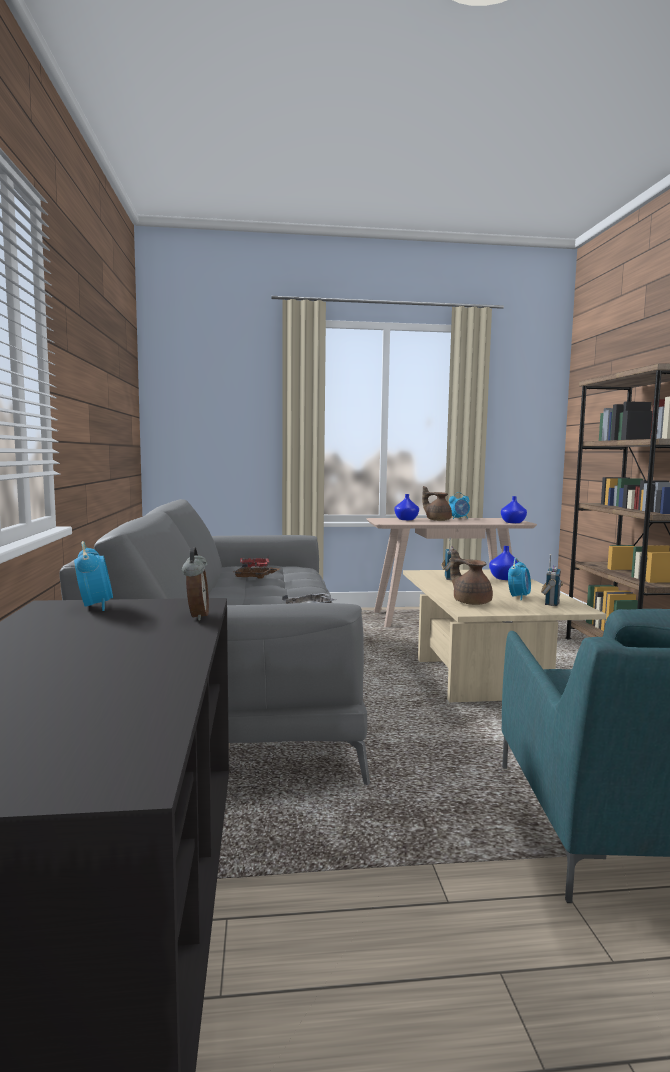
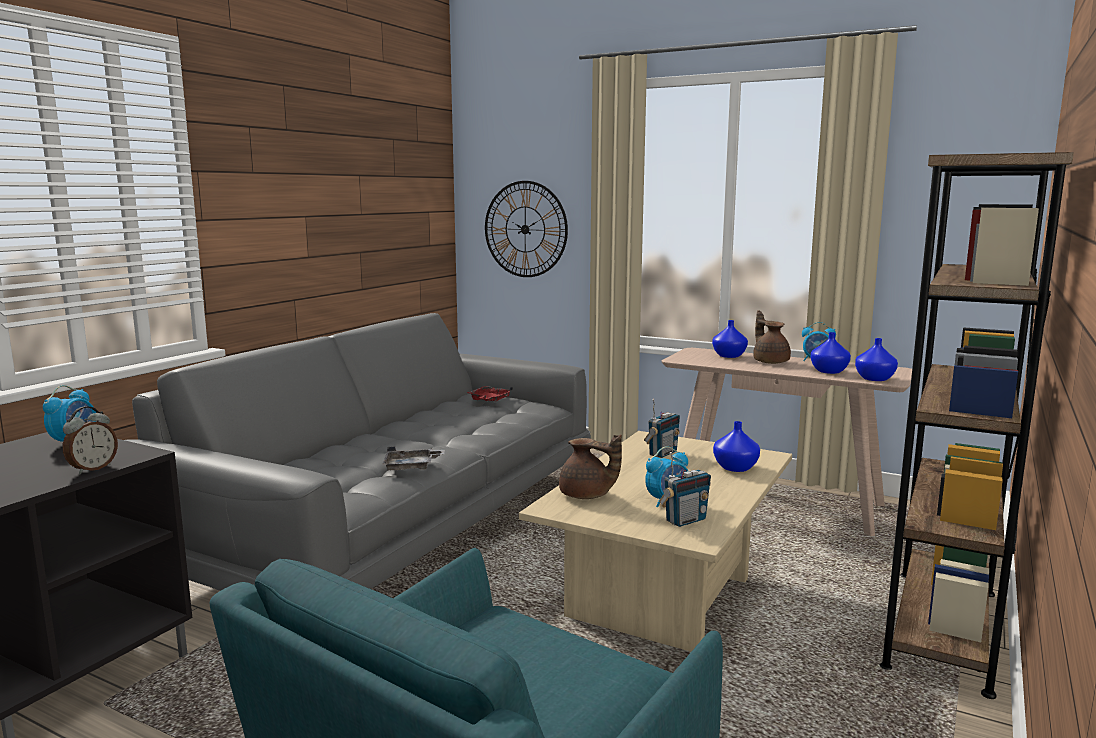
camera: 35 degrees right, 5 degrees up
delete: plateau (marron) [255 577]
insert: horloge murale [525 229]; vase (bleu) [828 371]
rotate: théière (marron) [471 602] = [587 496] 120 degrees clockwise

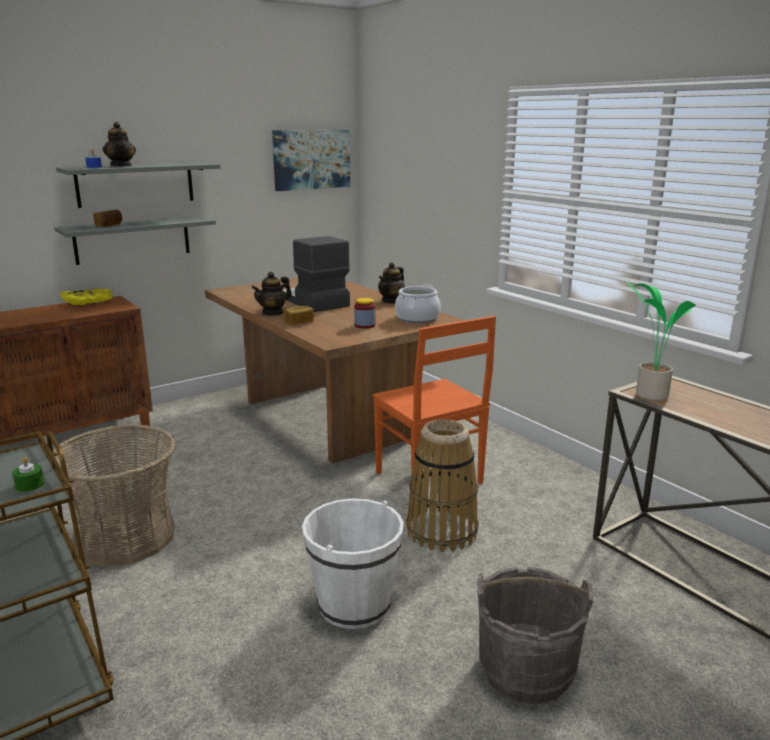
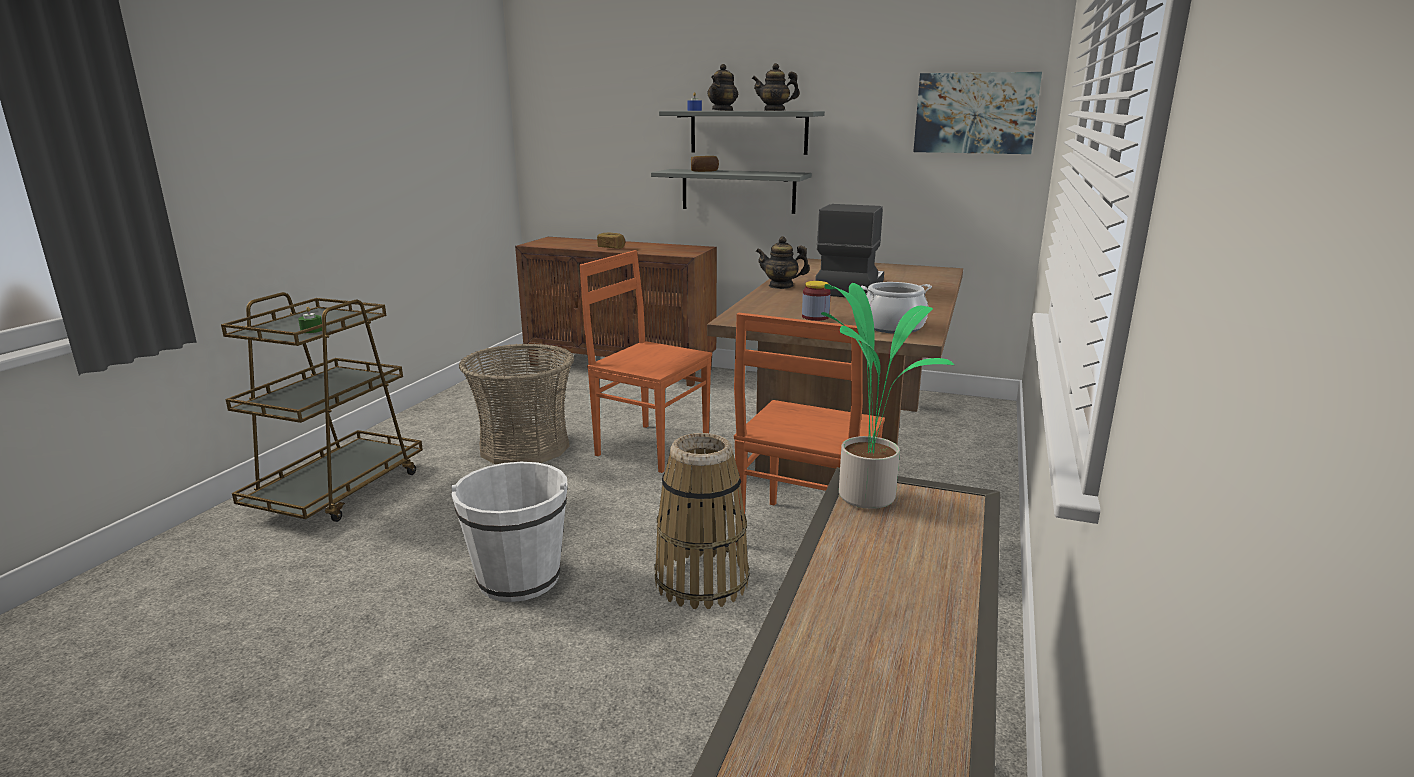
camera: 55 degrees right, 0 degrees up
delete: bol (jaune) [88 304]; seau (gris) [526 670]
insert: chaise (orange) [650 446]
move: pain [298 322] to [611 248]; théière [392 301] to [774 110]

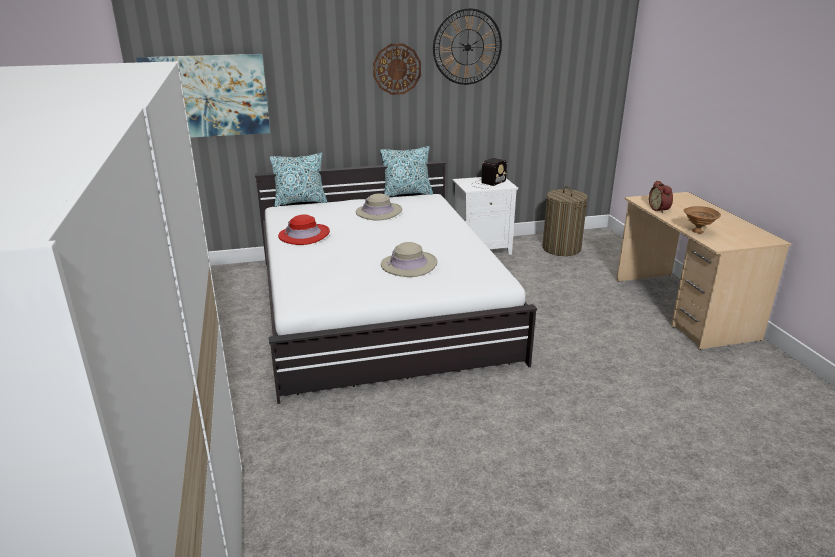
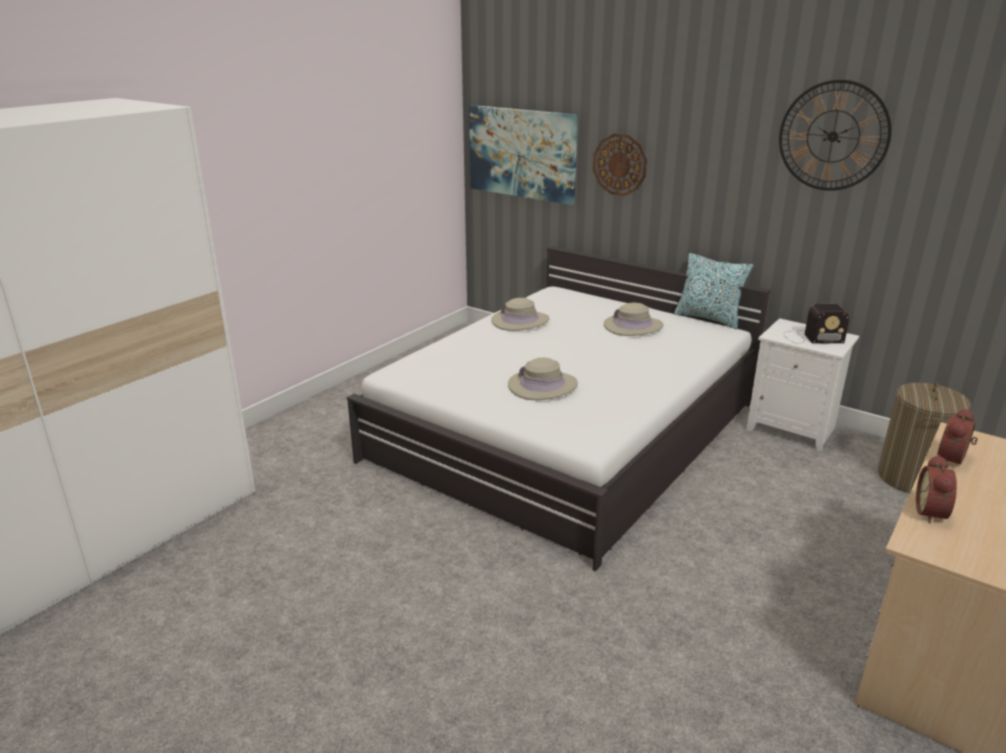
camera: 50 degrees right, 0 degrees up
delete: coussin [300 202]
move: horloge murale [397 69] to [620 164]
replace: bol (marron) [698 232] to réveil [933 513]
recolor: chapeau (rouge) [304 235] to chapeau (beige) [520 321]

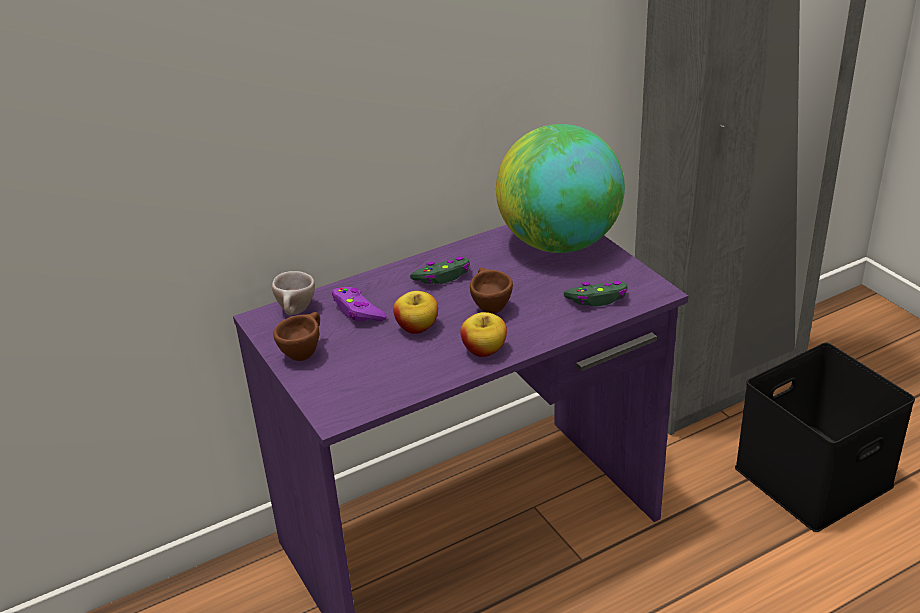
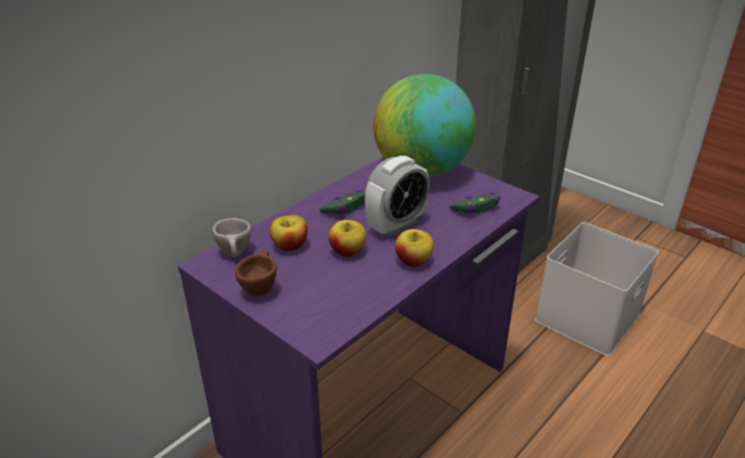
camera: 20 degrees left, 0 degrees up
replace: manette (violet) [358 311] to pomme [290 245]; tasse (marron) [489 306] to réveil [396 225]
recolor: boîte de rangement (noir) [813 474] to boîte de rangement (blanc) [586 315]

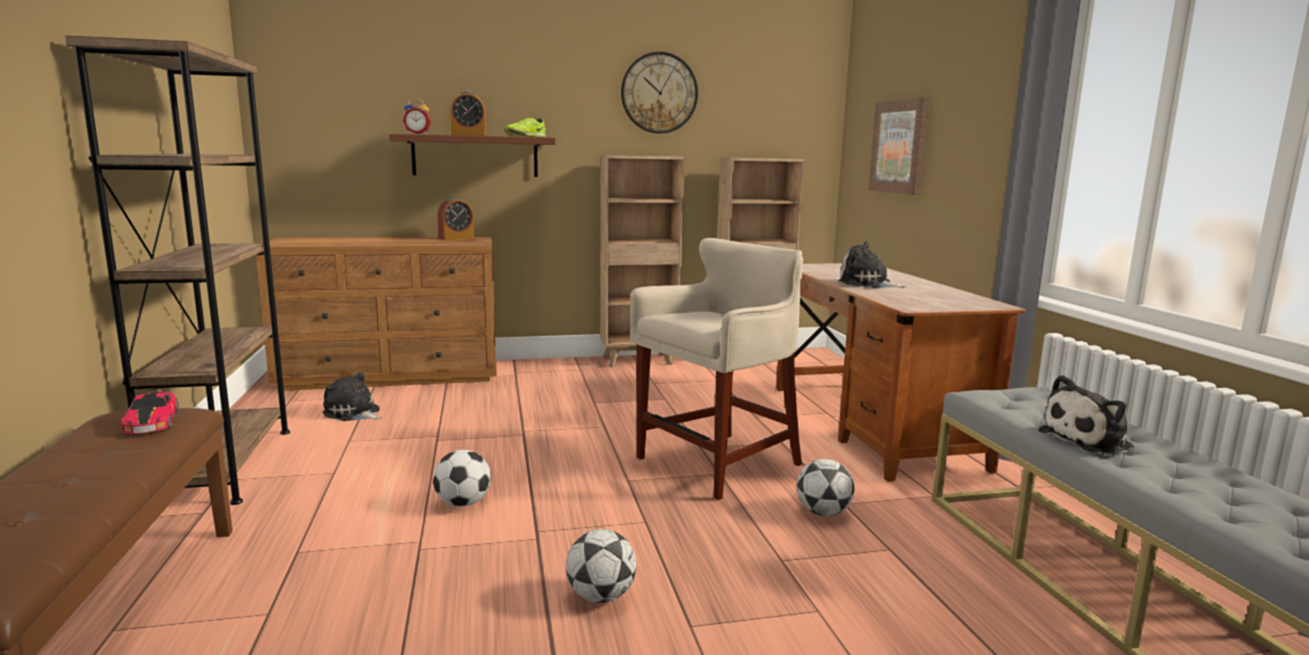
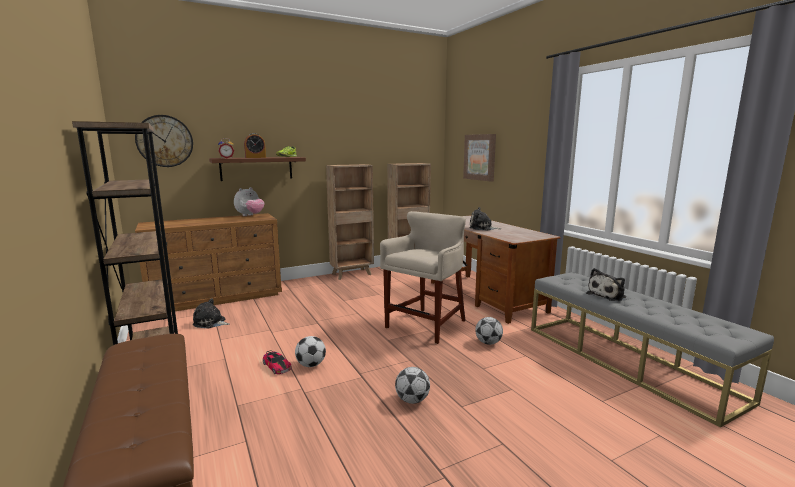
camera: 15 degrees left, 0 degrees up
move: petite voiture [152 421] to [276 366]; horloge murale [659 93] to [164 141]
replace: réveil [456 238] to peluche [250 215]

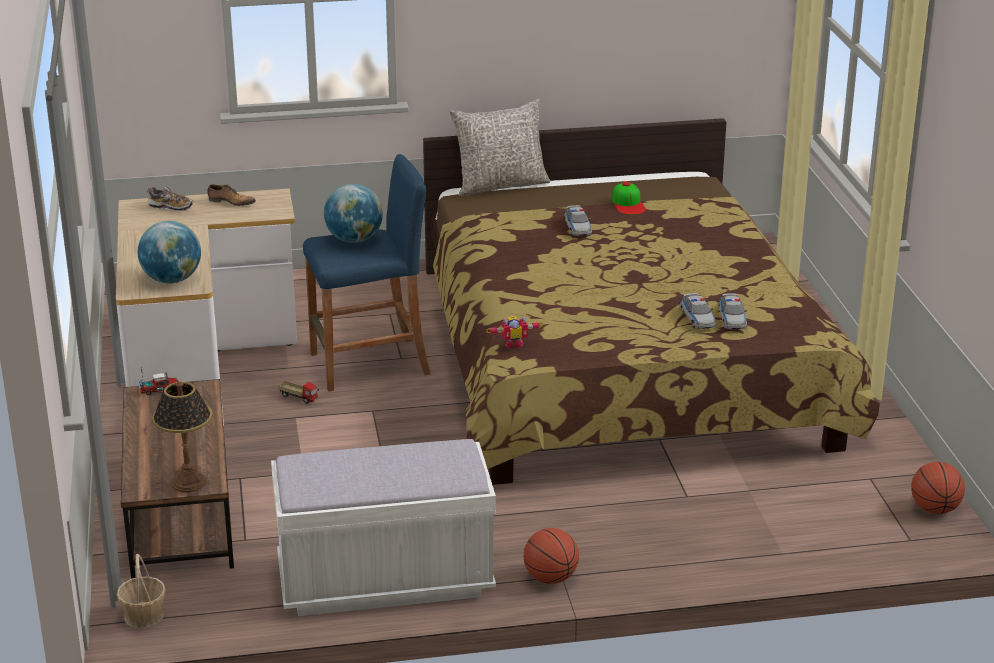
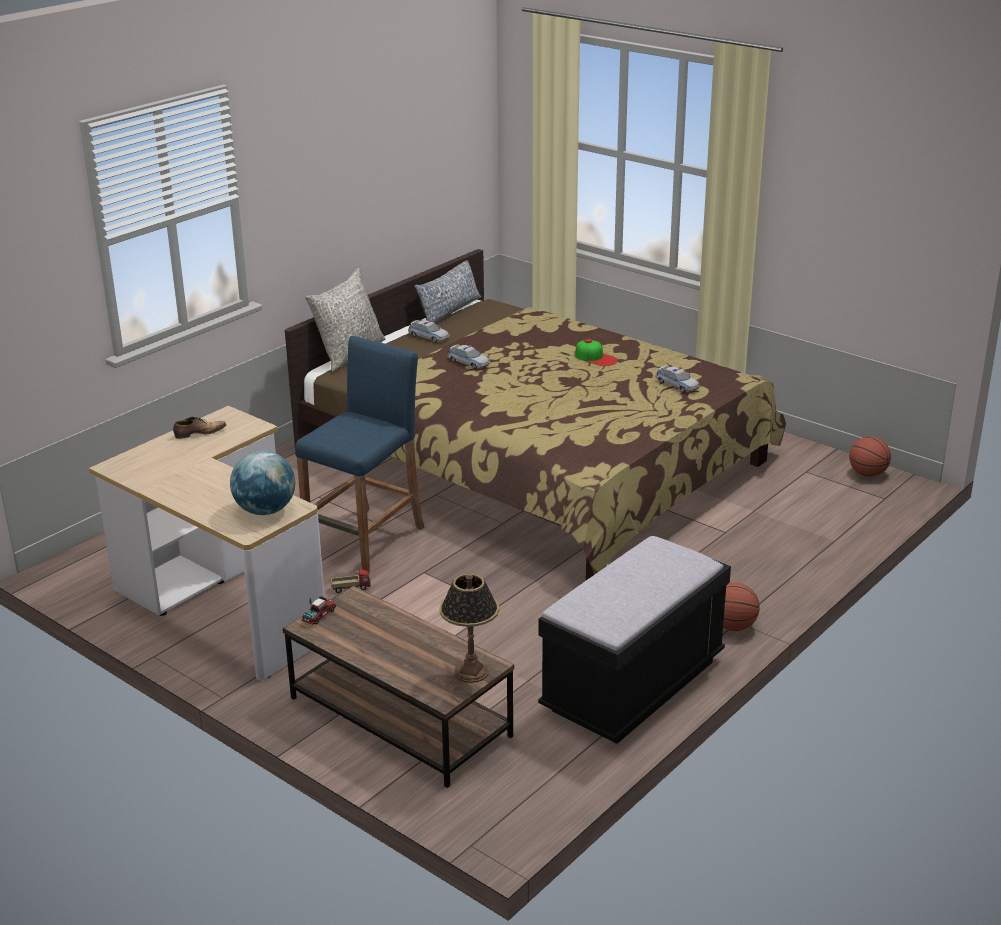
camera: 40 degrees left, 0 degrees up
delete: panier [143 616]; chaussure [171 207]; globe [354 240]; robot jouet [513 344]
insert: coussin [449 311]
move: casquette [628 204] to [596 357]; petite voiture [697 318] to [429 336]
recolor: banc (blanc) [385 580] to banc (noir) [633 686]

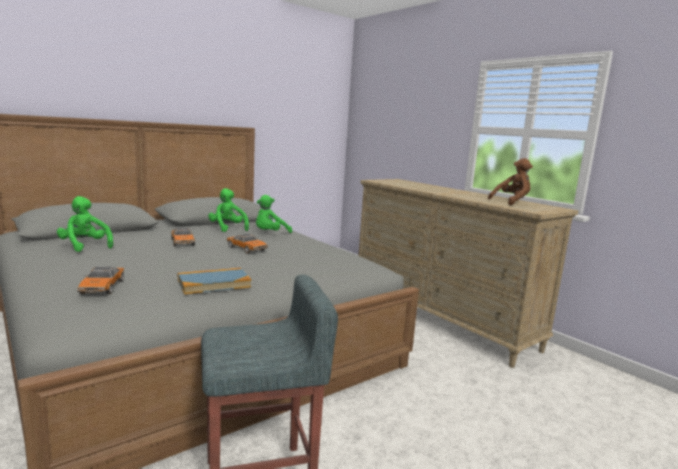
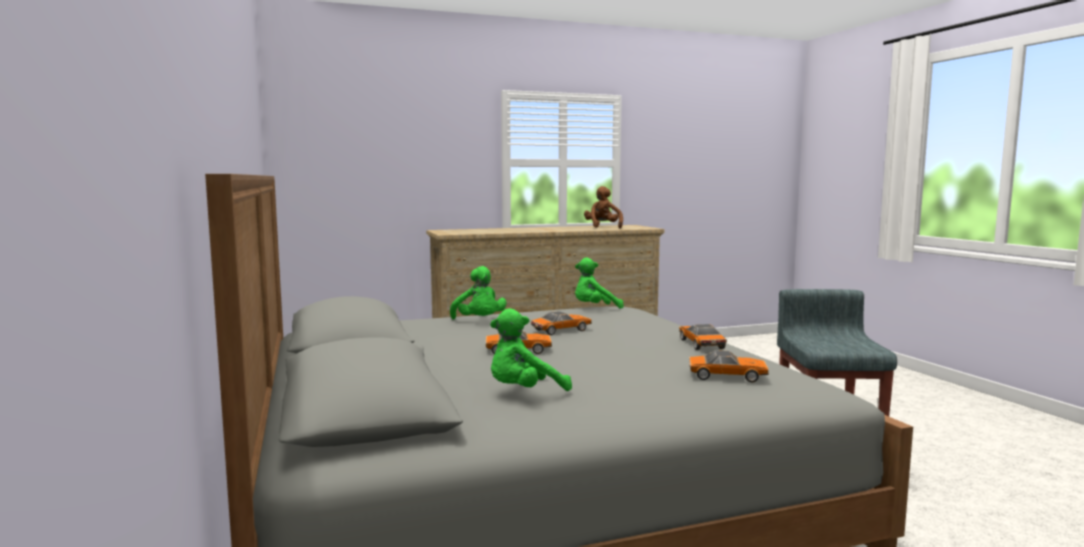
camera: 70 degrees left, 5 degrees down
move: peluche (vert) [227 228] to [594 308]
replace: livre [214 284] to petite voiture [701 344]

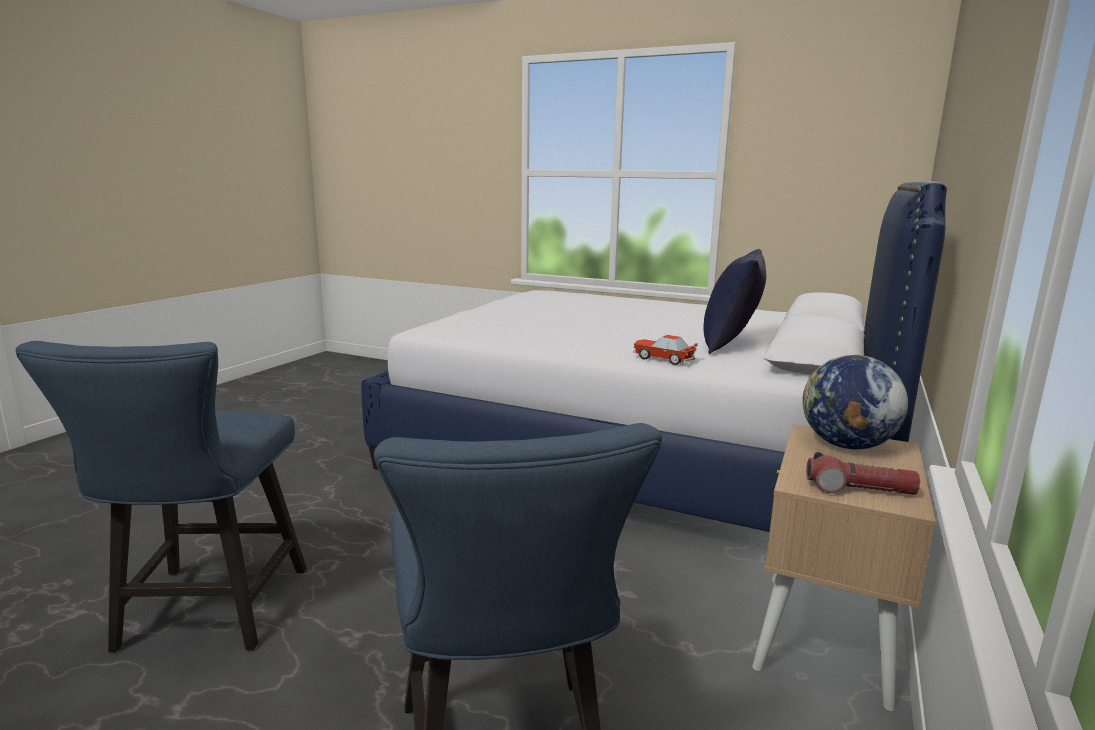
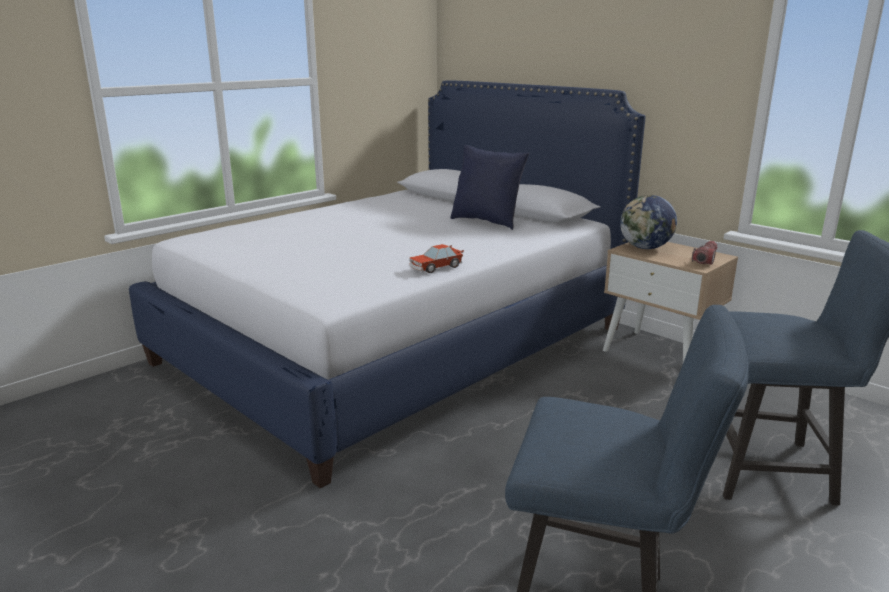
camera: 70 degrees left, 5 degrees up
move: petite voiture [663 359] to [435 267]

